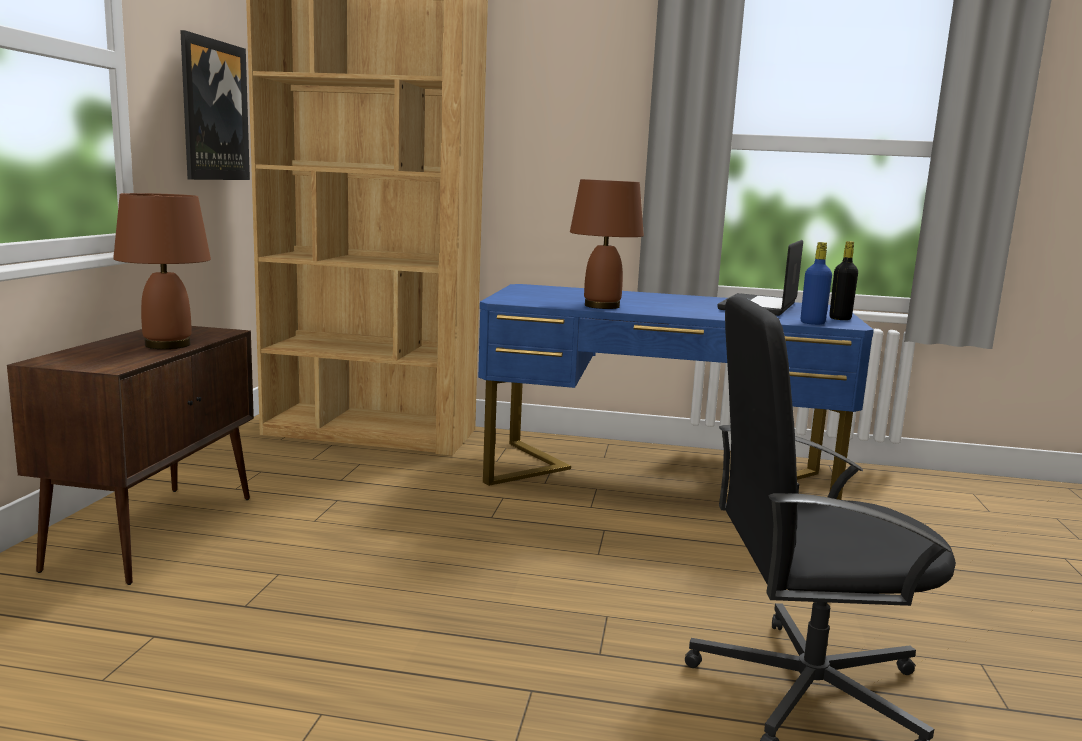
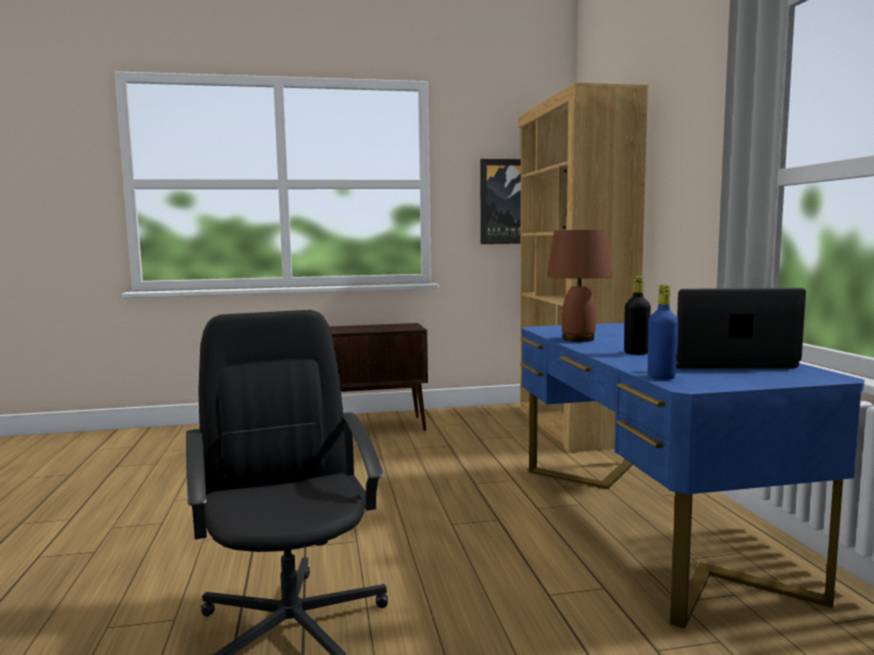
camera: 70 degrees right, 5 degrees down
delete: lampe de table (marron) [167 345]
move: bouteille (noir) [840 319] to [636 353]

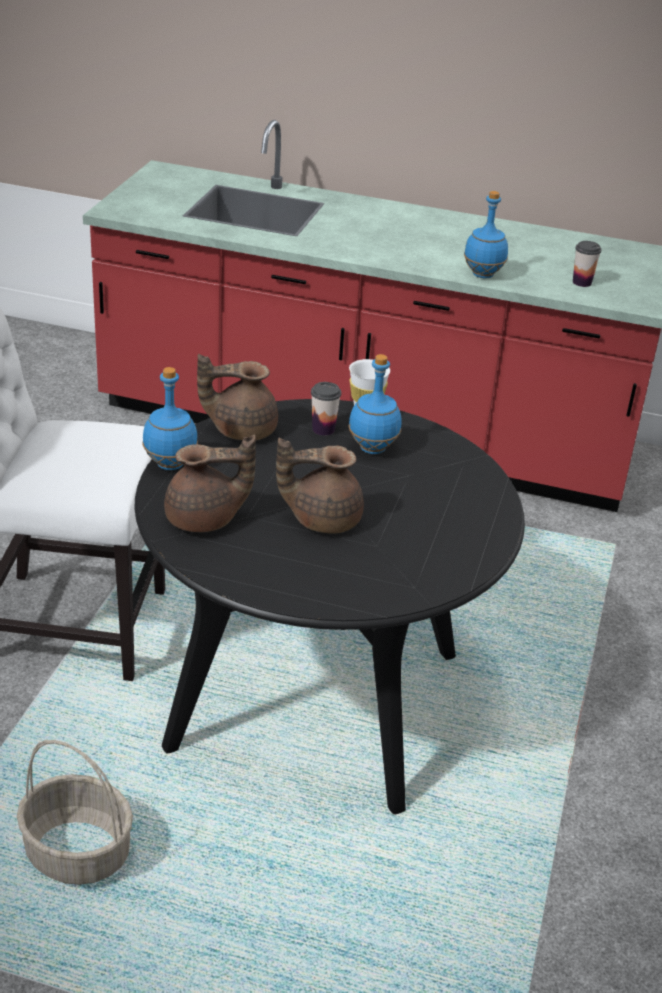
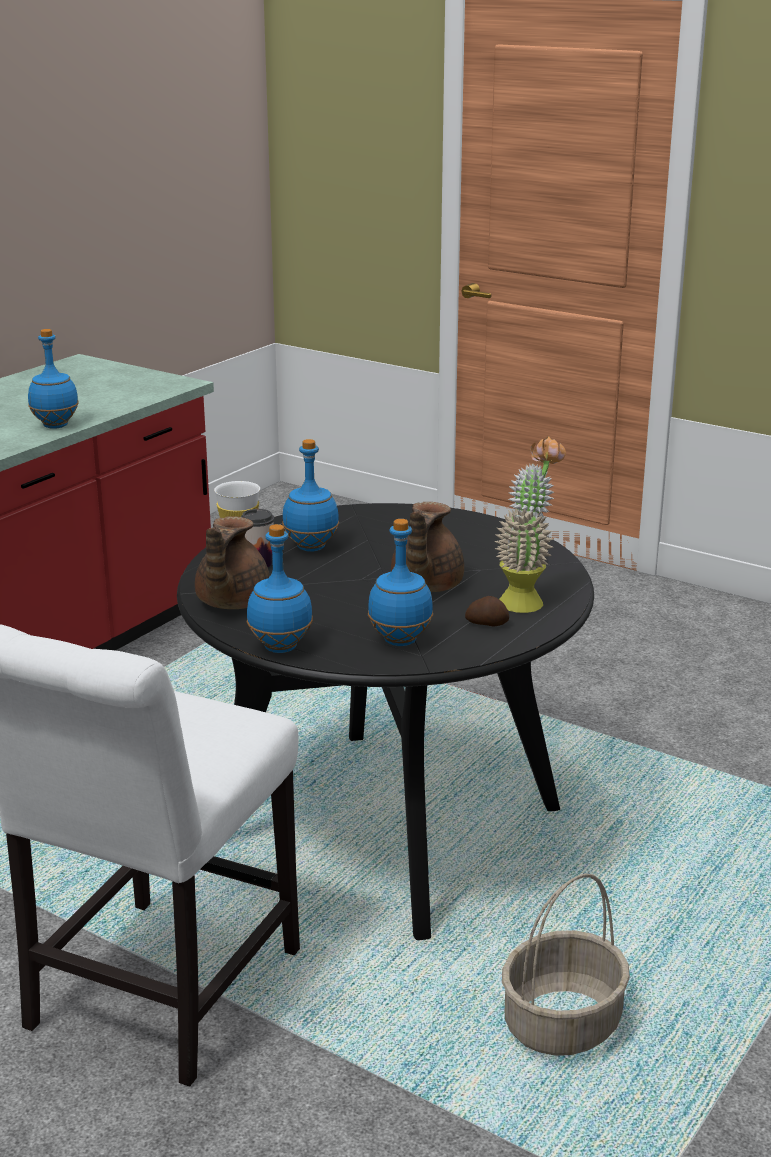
camera: 70 degrees left, 10 degrees down
delete: tasse [582 282]
insert: pomme de terre [487 623]; plante en pot [526 599]
replace: théière (marron) [205 520] to bouteille (bleu) [401 640]

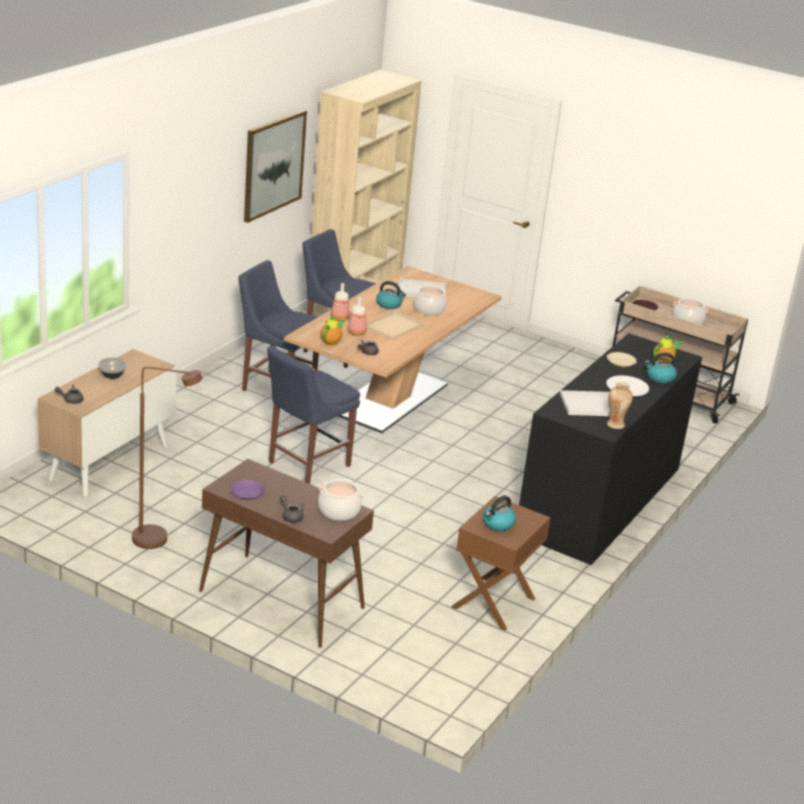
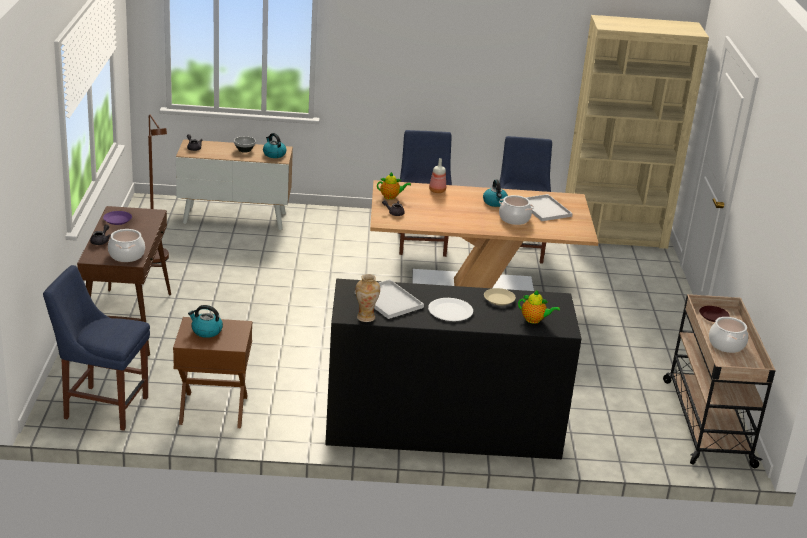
camera: 60 degrees right, 0 degrees up
delete: tableau [273 165]; bouteille [357 333]; plateau (beige) [393 326]
move: chaise (bleu) [306 465] to [102 406]; bouilloire [659 378] to [274 154]

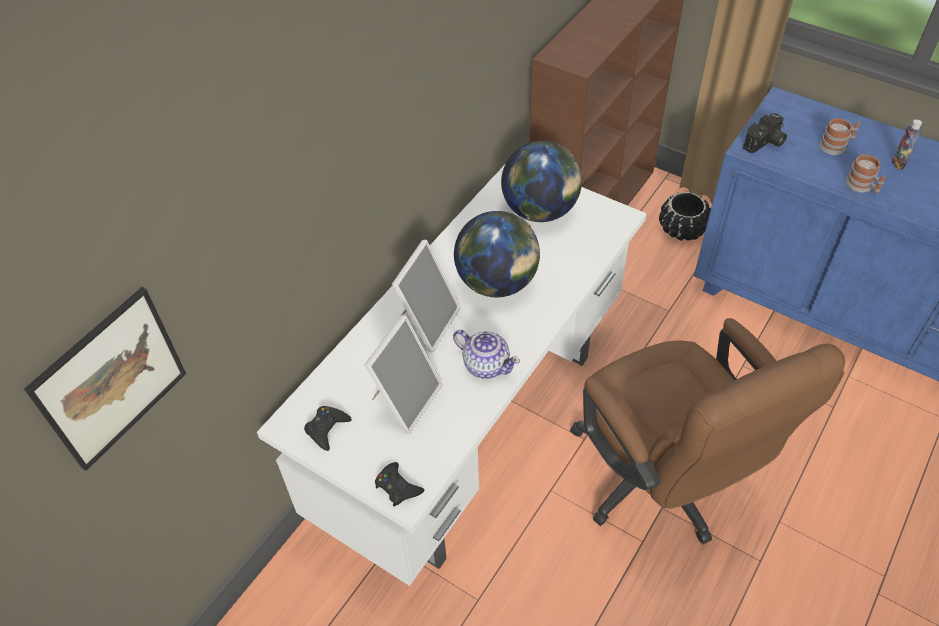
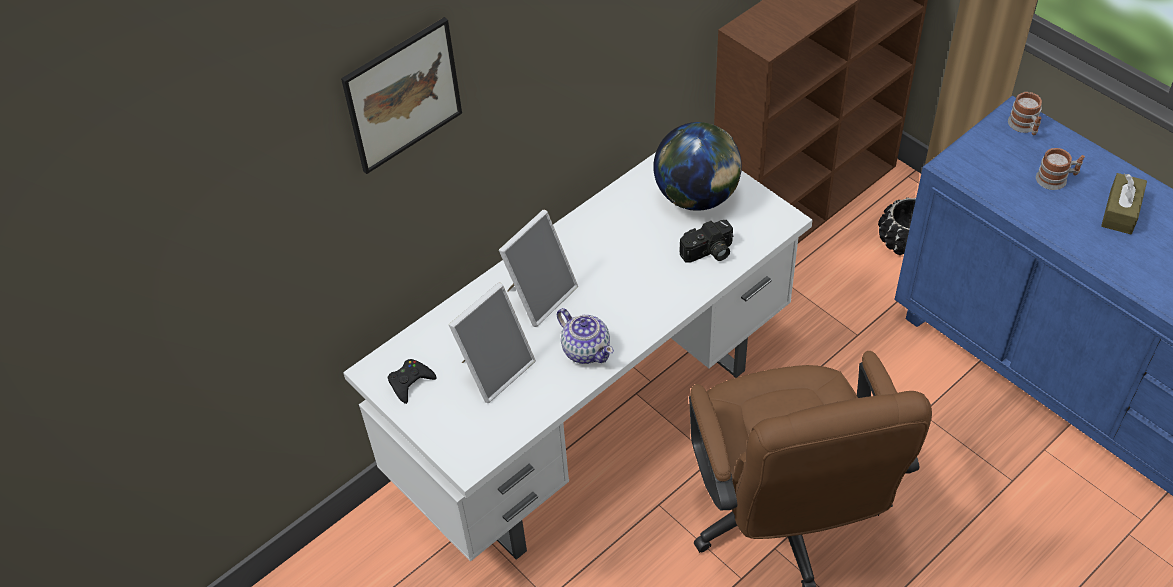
camera: 15 degrees right, 0 degrees up
delete: manette (noir) [397 487]; globe [497 283]
move: tableau [110 379] to [403 95]; appareil photo [765 143] to [708 253]; mug [862 187] to [1024 126]
replace: bouteille [898 163] to boîte à mouchoirs (marron) [1121 211]

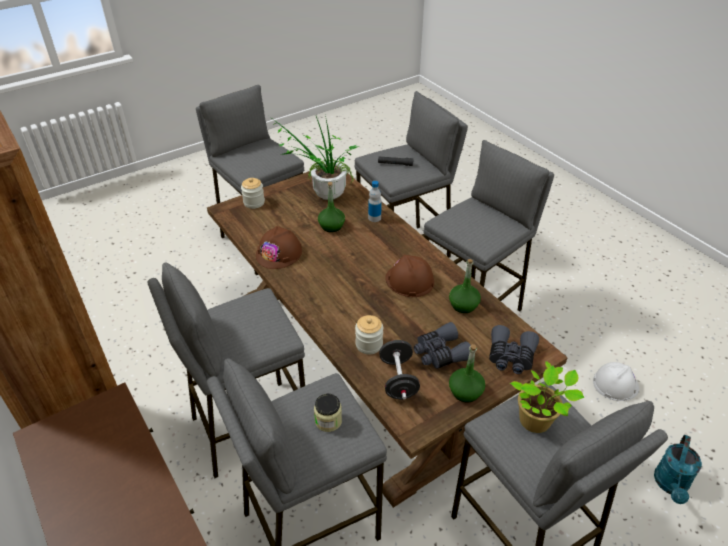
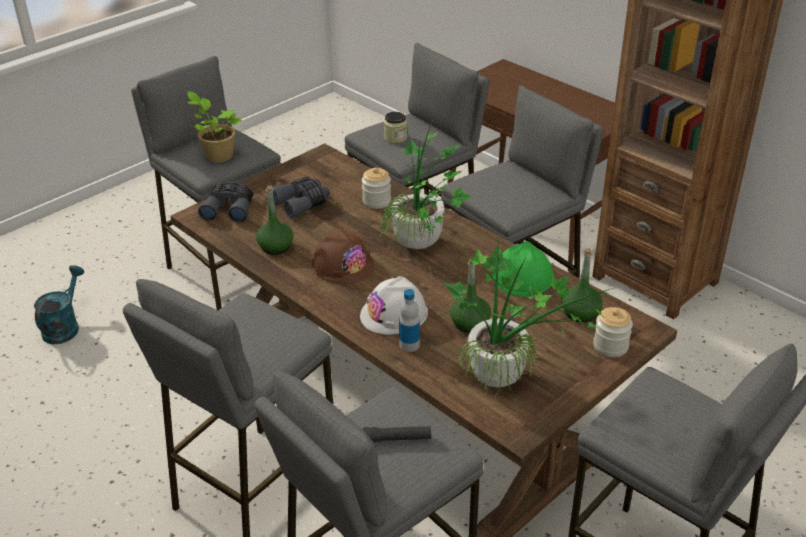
camera: 170 degrees right, 5 degrees down
delete: haltère (noir) [398 380]
insert: plante en pot [422 248]
move: bouteille (vert) [465 392] to [580 313]; casque de chantier (blanc) [615 384] to [394 314]
recolor: casque de chantier (marron) [279 253] to casque de chantier (vert) [522 276]

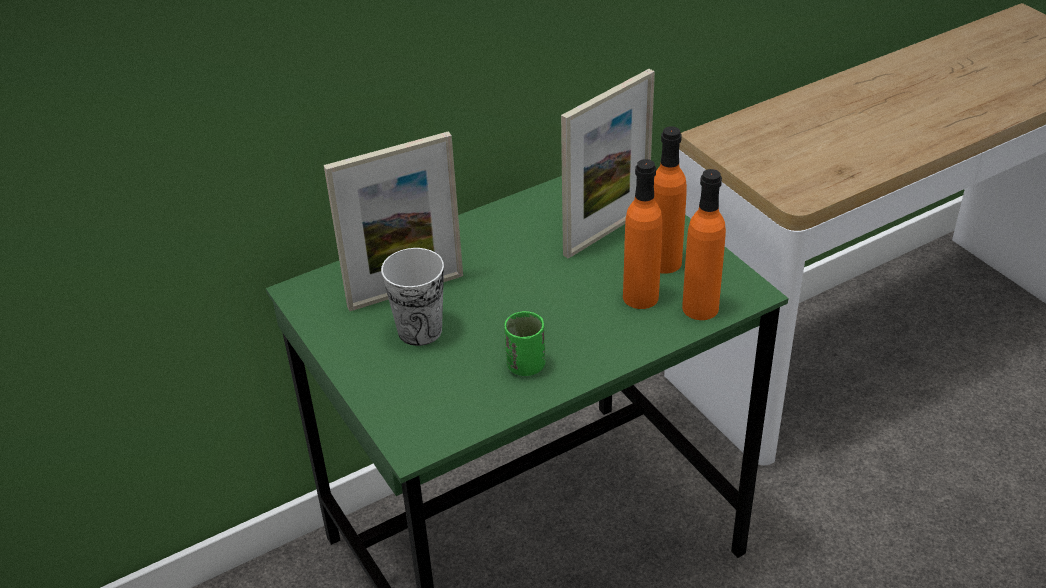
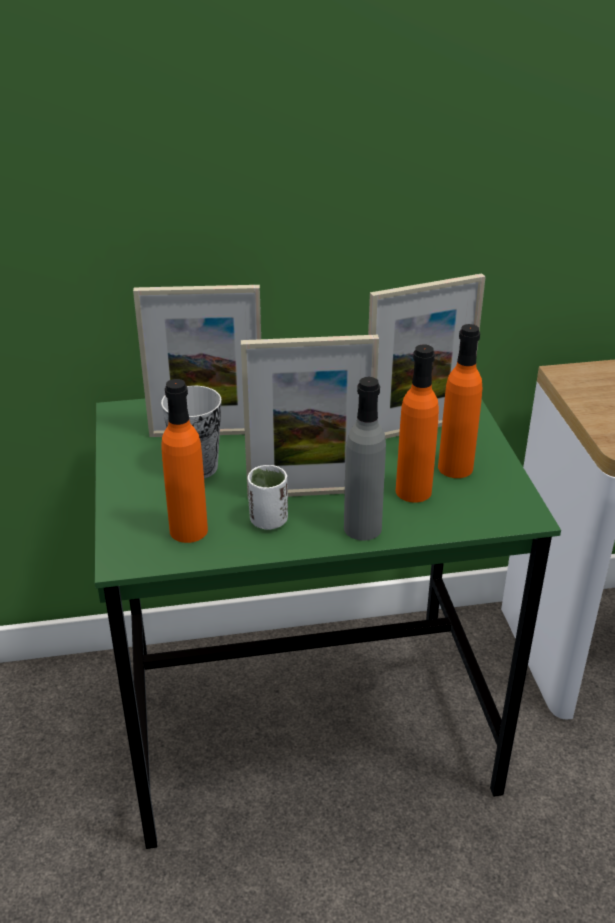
camera: 20 degrees right, 5 degrees down
insert: cadre photo [309 493]; bouteille (gris) [362 528]
move: bouteille (orange) [700 308] to [188 530]
recolor: tasse (vert) [526 366] to tasse (blanc) [268 520]

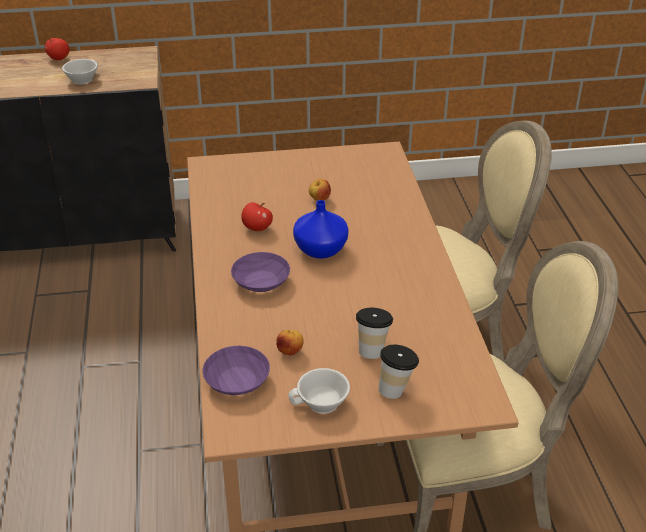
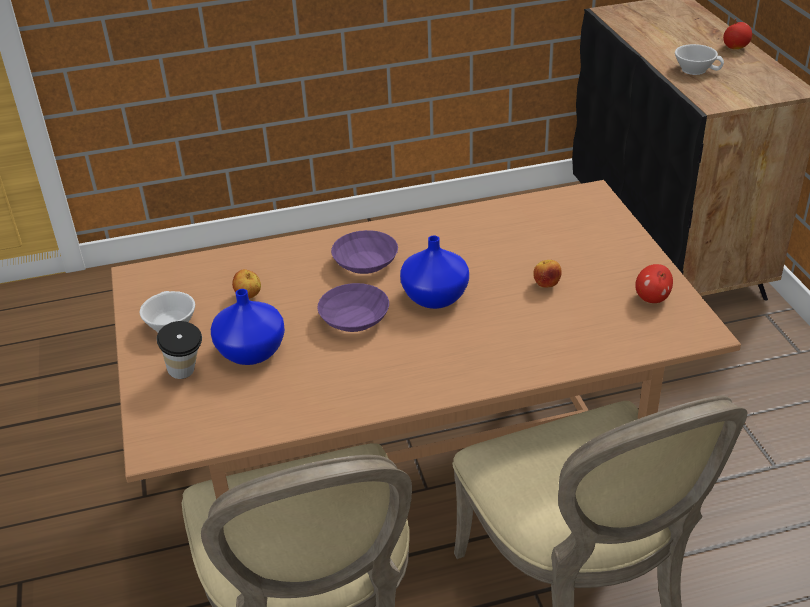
camera: 85 degrees right, 0 degrees up
move: bol (violet) [238 382] to [353 320]; pomme [257 228] to [652 298]
replace: tasse [372 349] to vase (bleu) [252 353]

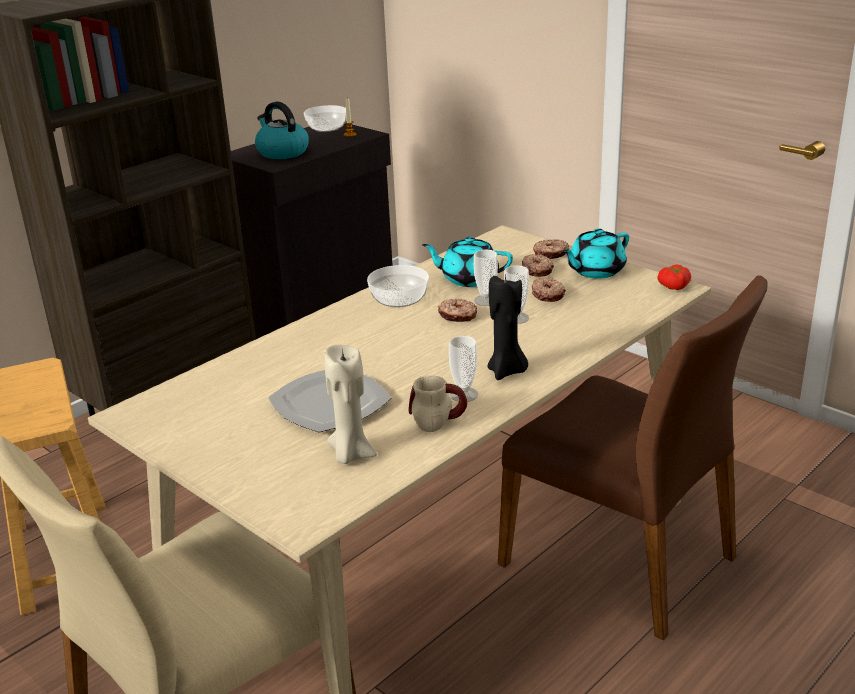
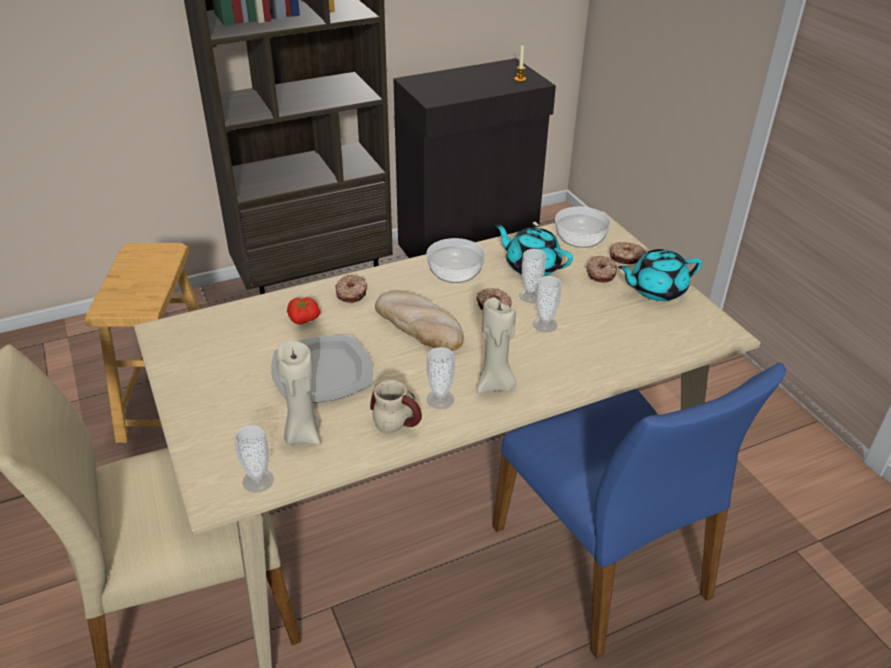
camera: 20 degrees right, 10 degrees up
delete: bouilloire [282 152]
insert: tasse [258 480]; pain [420 324]
move: bol [327 128] to [581 239]; beignet [548 295] to [352 293]; tomate [674 287] to [303 319]
recolor: bougie (noir) [507 371] to bougie (beige) [495 385]; chaise (marron) [621 559] to chaise (bleu) [603 561]

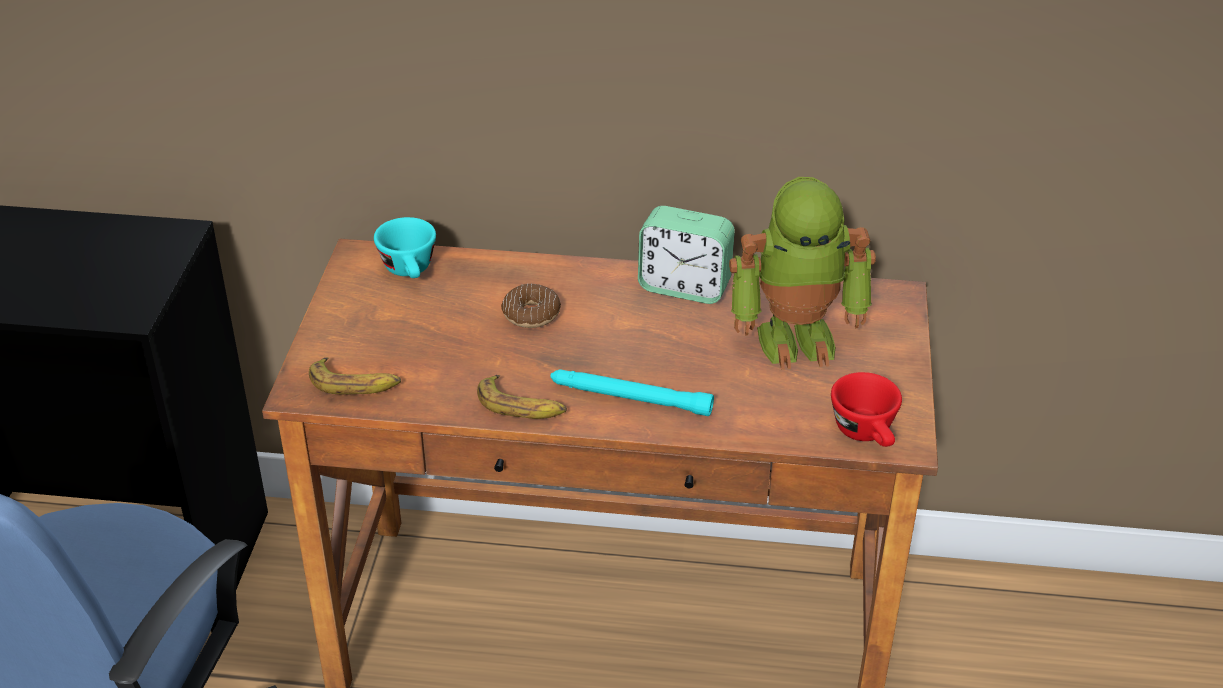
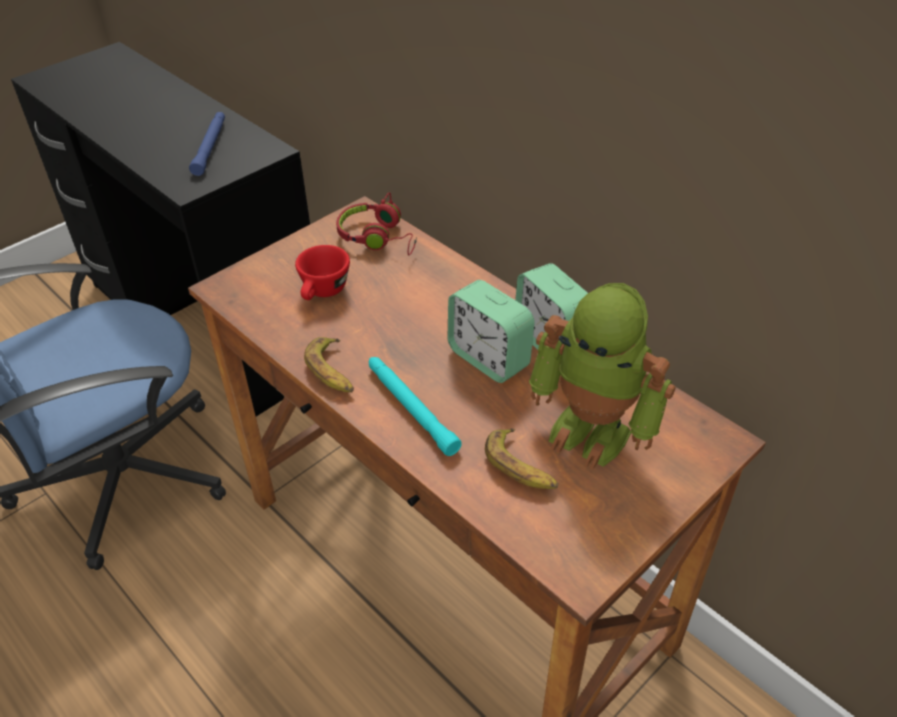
camera: 40 degrees right, 5 degrees up
delete: beignet [531 314]
insert: lampe de poche (bleu) [210 146]; réveil [489 358]
move: banane [355 384] to [521 467]; tasse (rouge) [867 434] to [323 292]
replace: tasse (turquoise) [410 271] to casque audio (rouge) [379 238]

